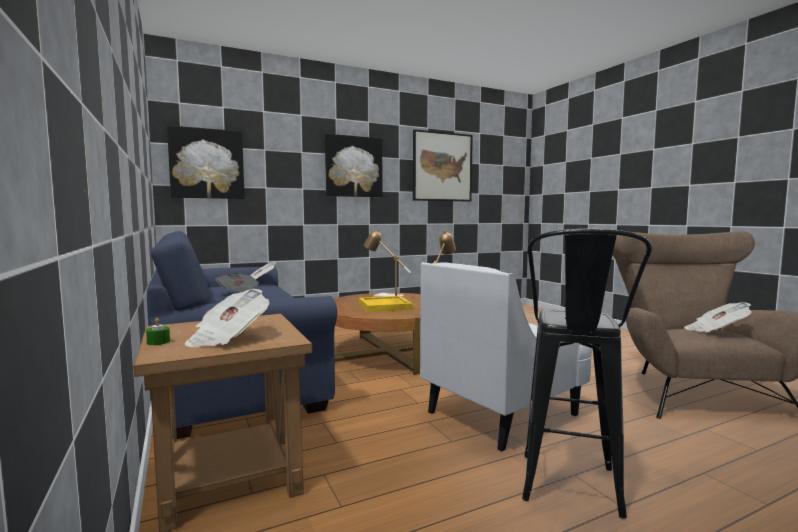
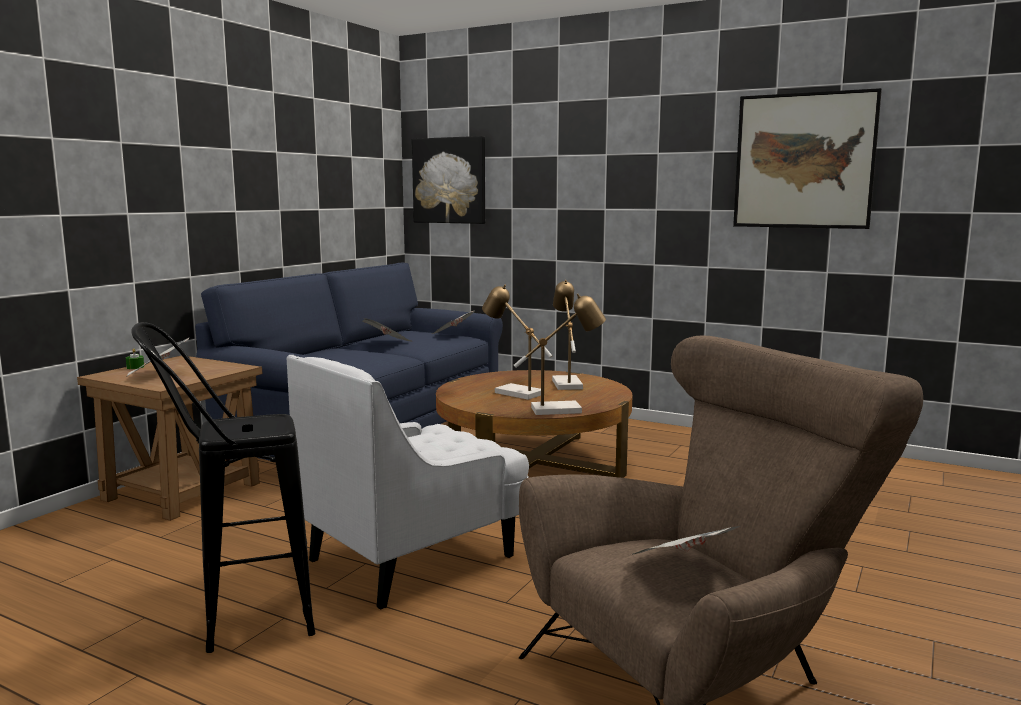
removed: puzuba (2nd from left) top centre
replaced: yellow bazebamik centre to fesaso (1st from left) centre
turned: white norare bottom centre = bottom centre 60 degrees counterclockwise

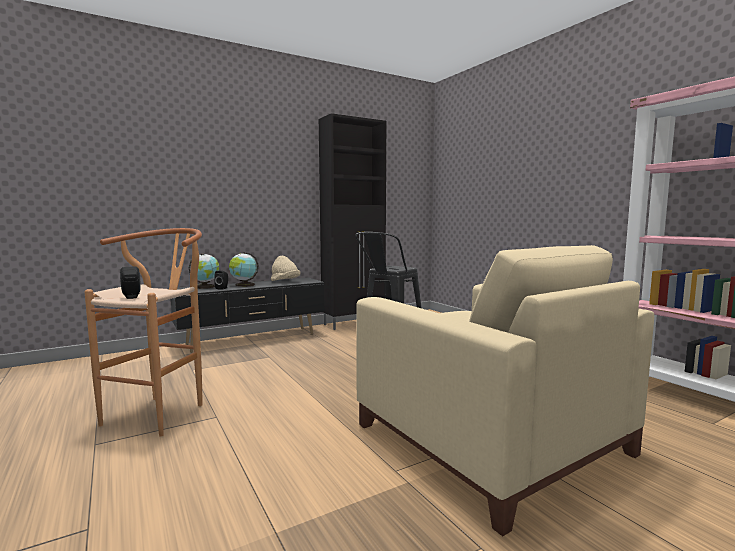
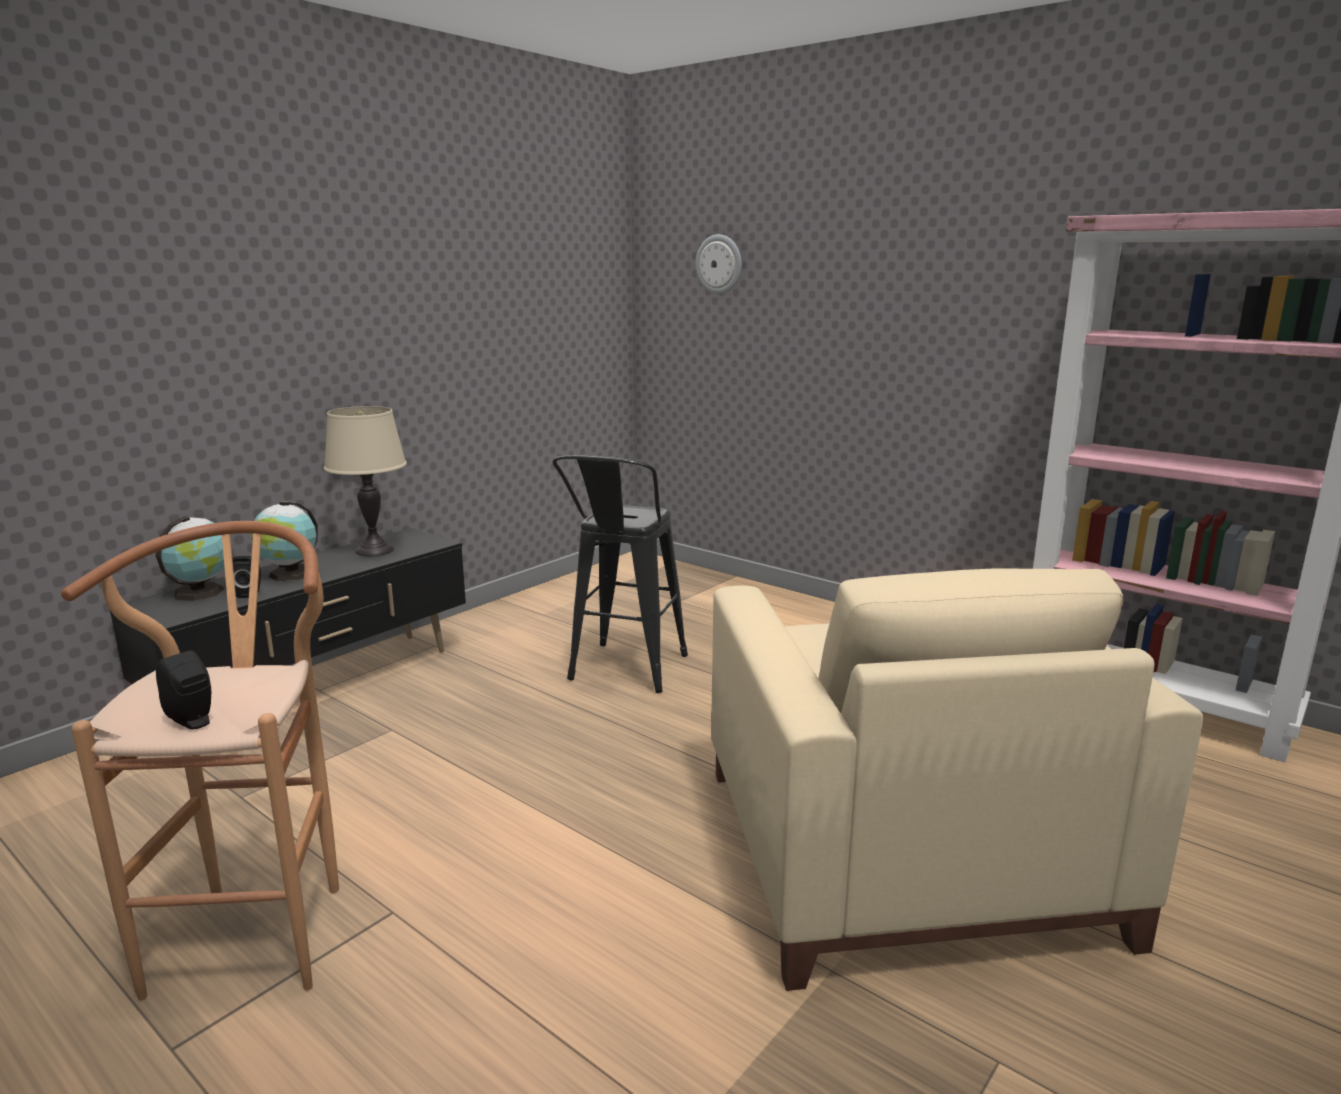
removed: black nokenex centre
added: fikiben top centre
replaced: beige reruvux centre to beige fesaso middle left
turned: beige norare bottom right = bottom right 45 degrees clockwise

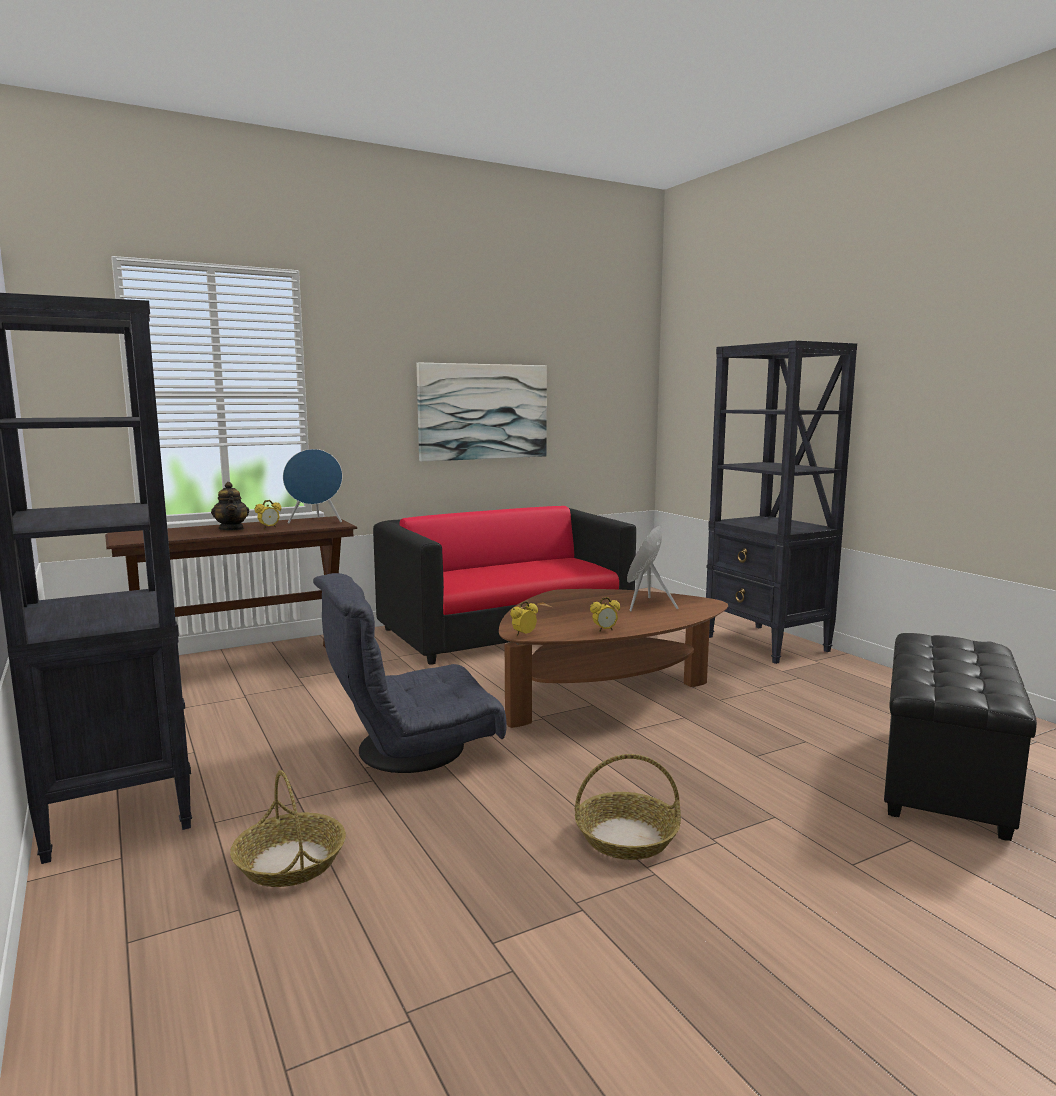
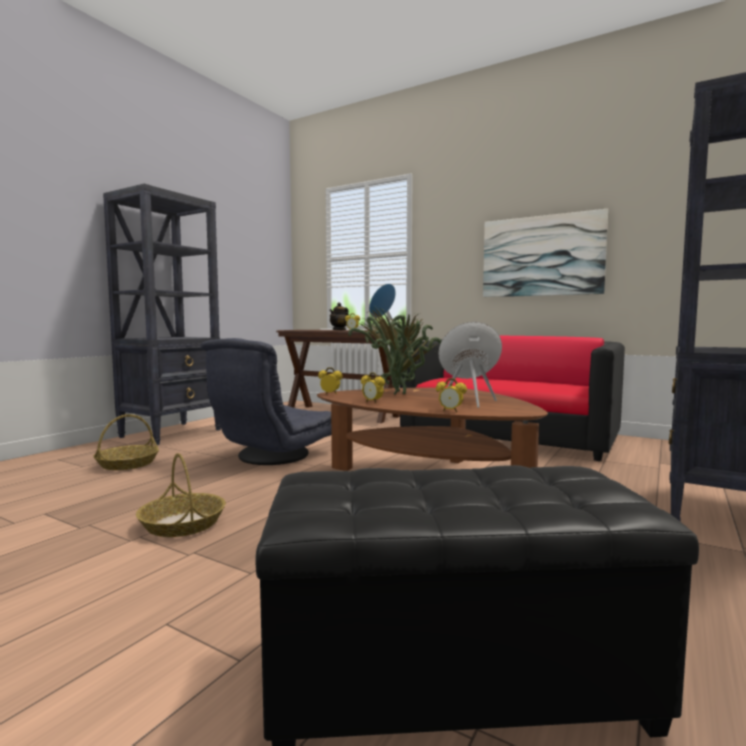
added: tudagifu centre; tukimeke (4th from left) centre
turned: grey norare centre = centre 90 degrees counterclockwise

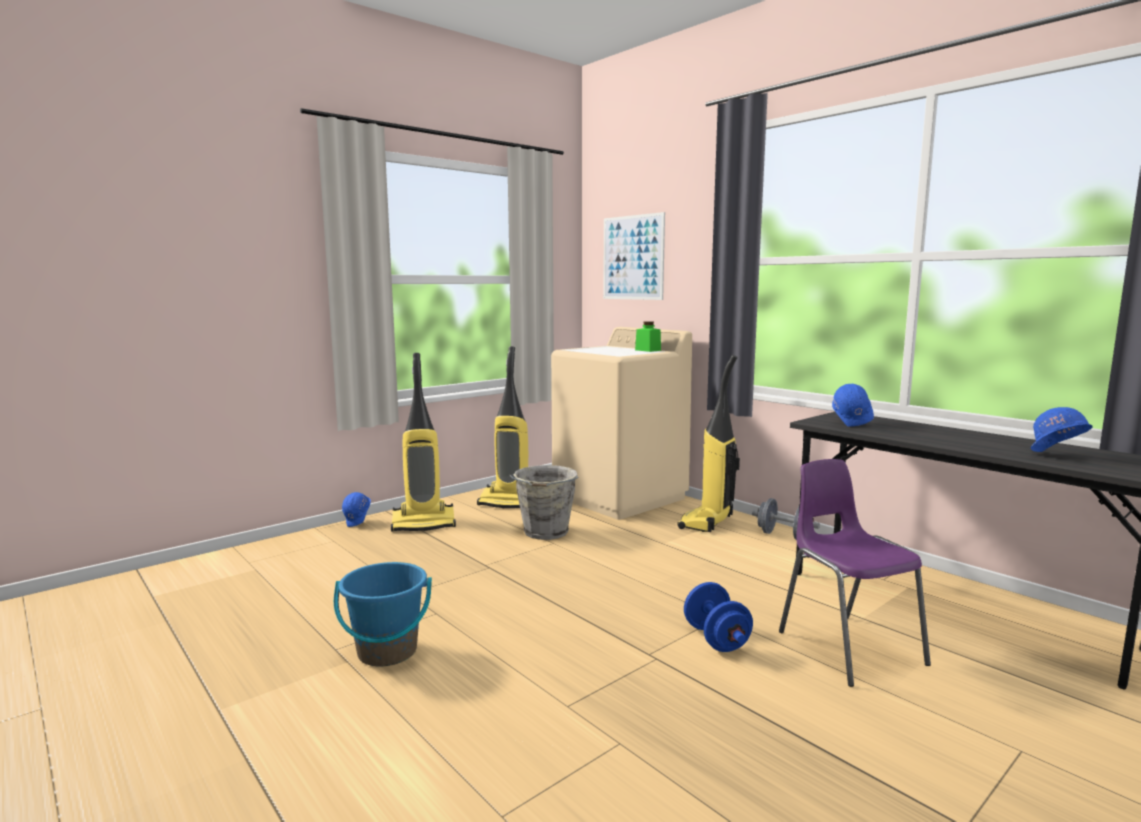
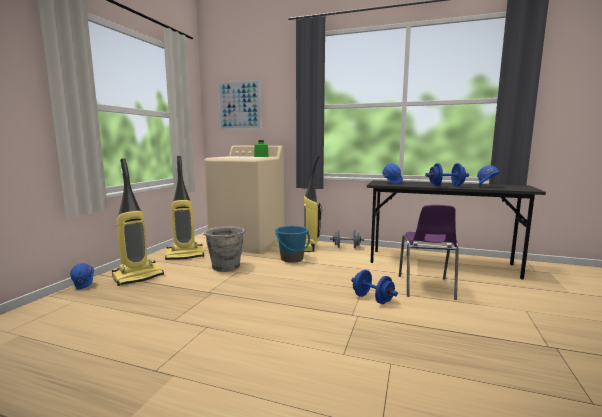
added: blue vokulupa (2nd from left) middle right
moved: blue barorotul bottom centre to centre
turned: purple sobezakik bottom right = middle right 120 degrees counterclockwise

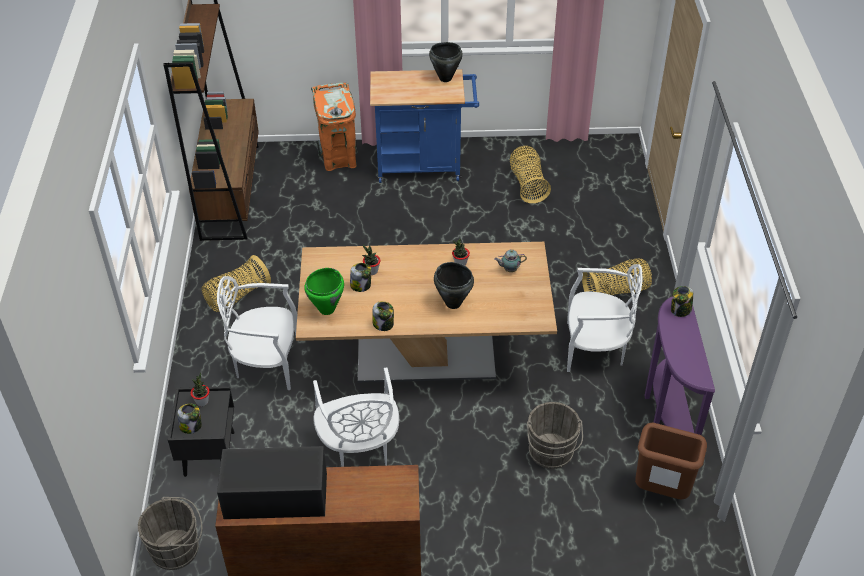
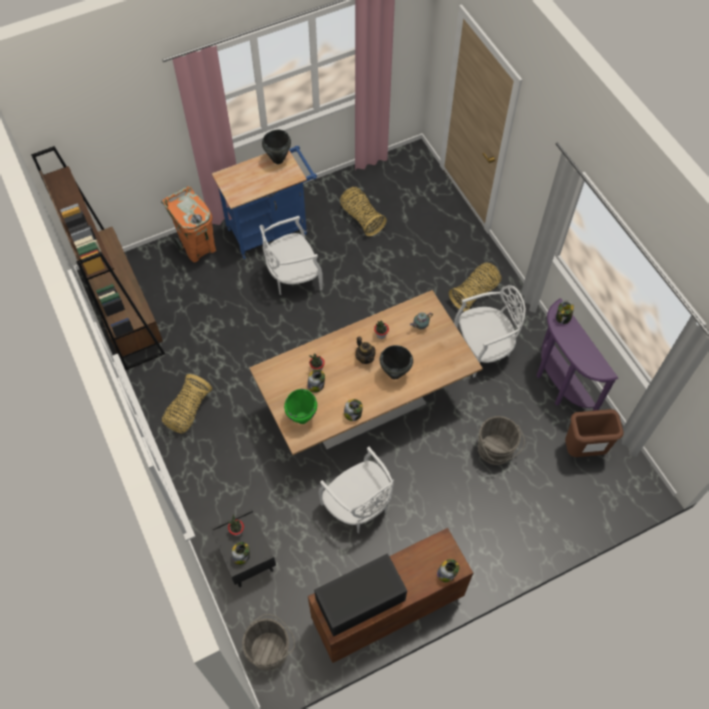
added: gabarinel (1st from left) centre; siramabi (4th from left) bottom centre
moved: white sobezakik (1st from left) middle left to centre

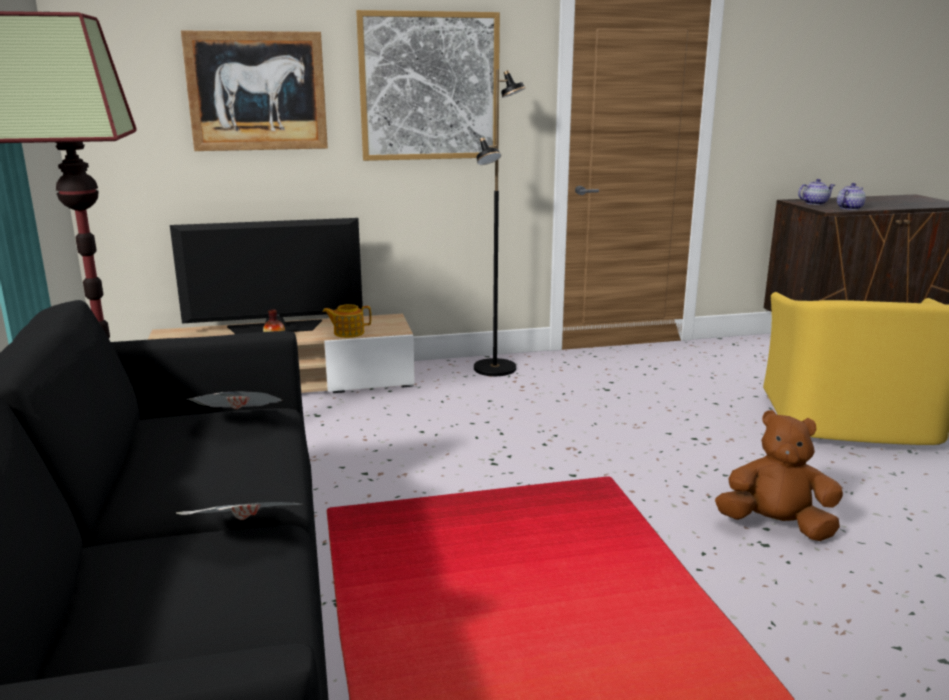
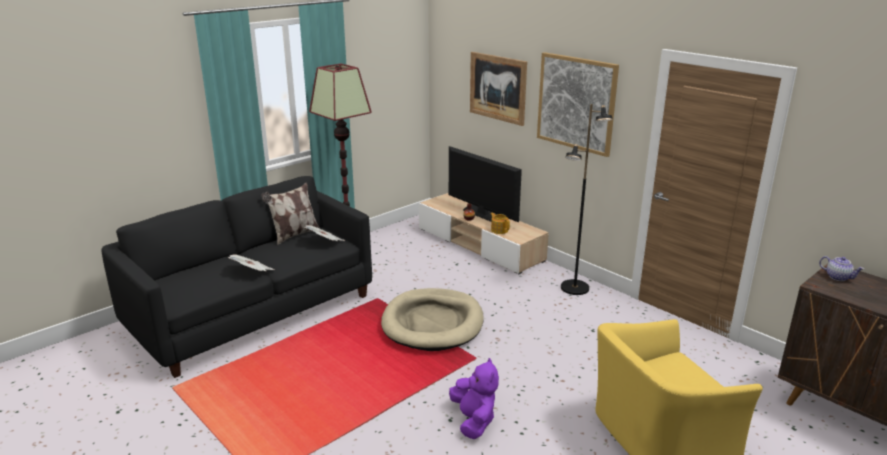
removed: gabarinel (3rd from left) top right
added: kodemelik middle left; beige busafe bottom centre
recoloured: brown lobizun bottom right to purple lobizun bottom centre

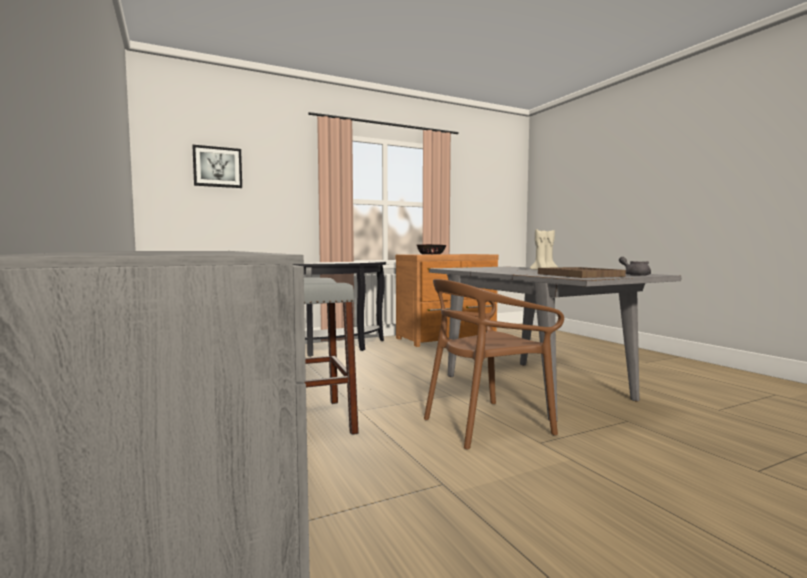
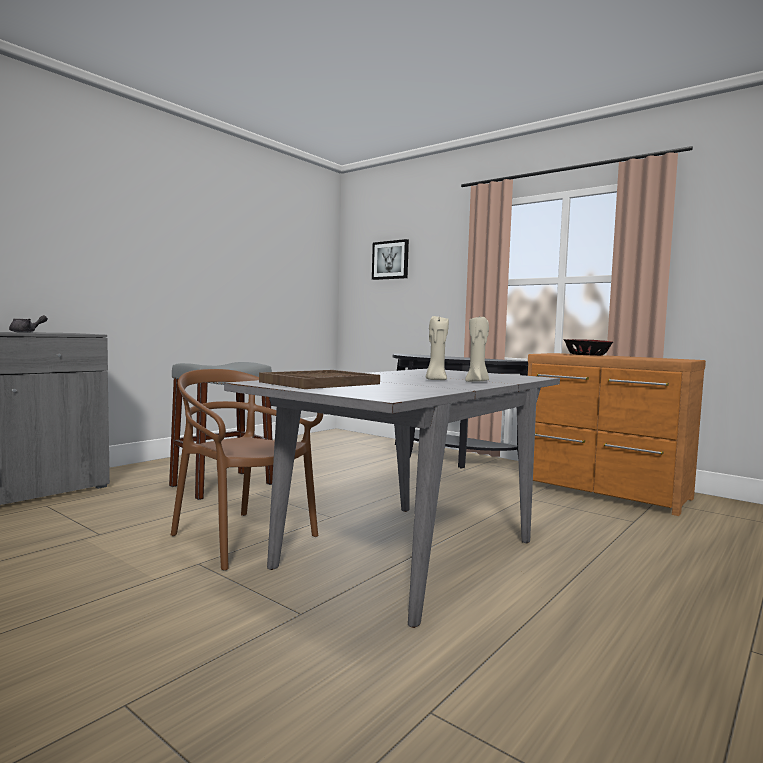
moved: grey gabarinel middle right to middle left

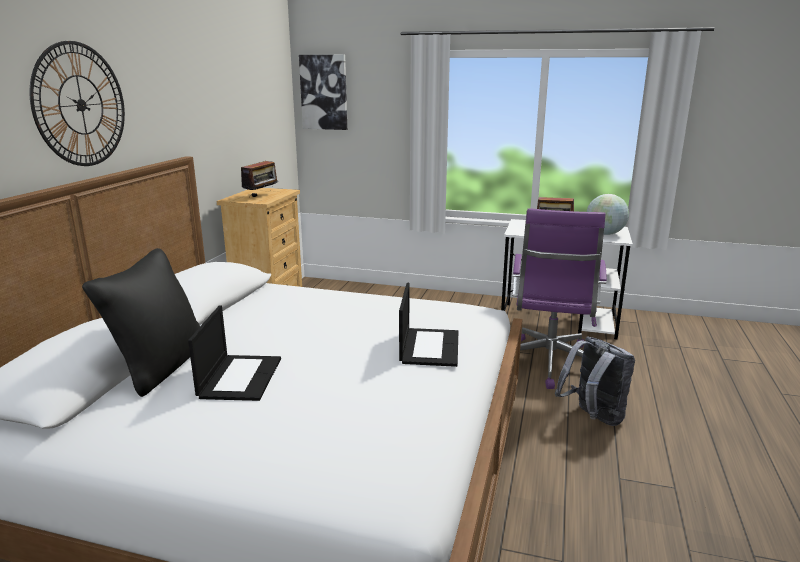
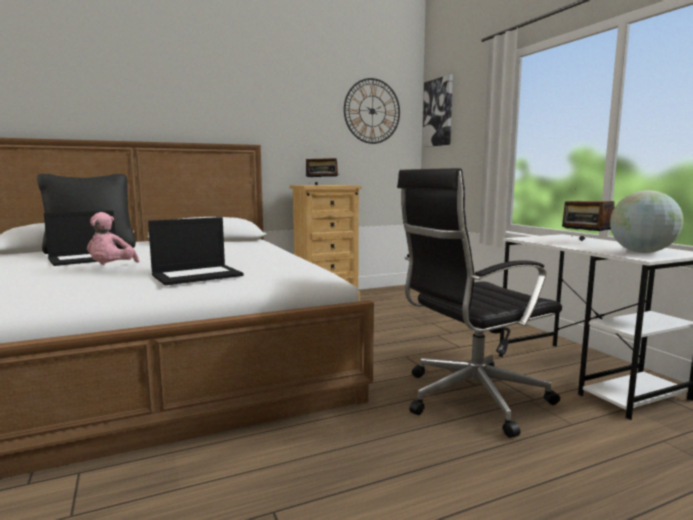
removed: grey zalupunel bottom right
added: pink lobizun middle left
moved: fikiben top left to top centre
recoloured: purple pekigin middle right to black pekigin middle right

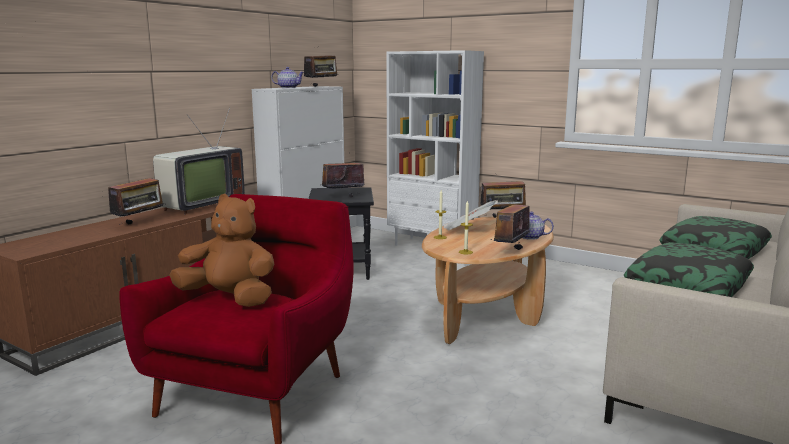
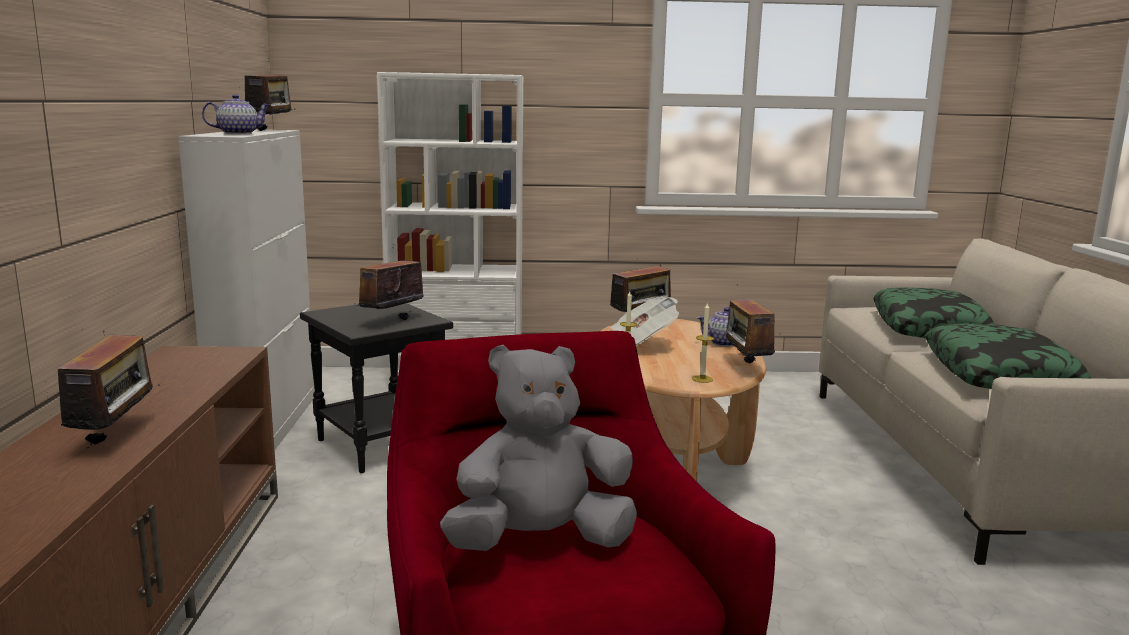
removed: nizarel middle left
recoloured: brown lobizun middle left to grey lobizun bottom centre

